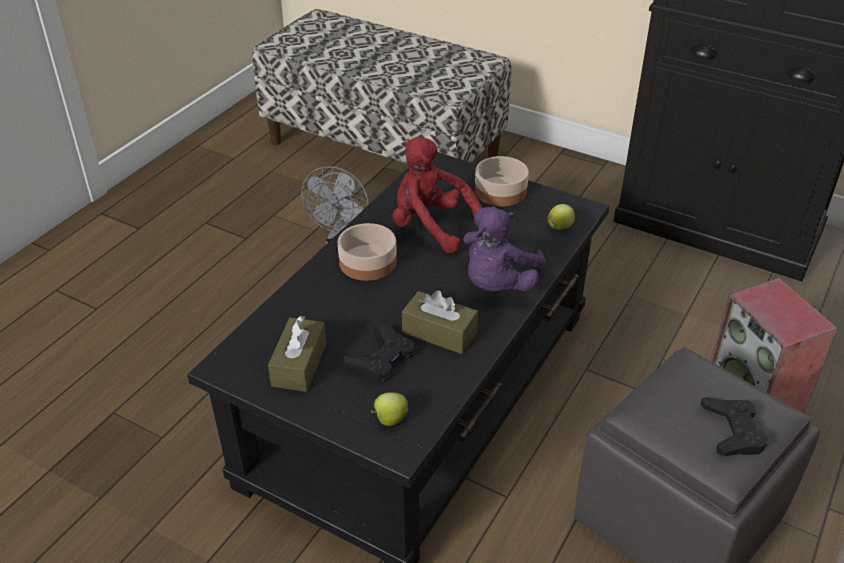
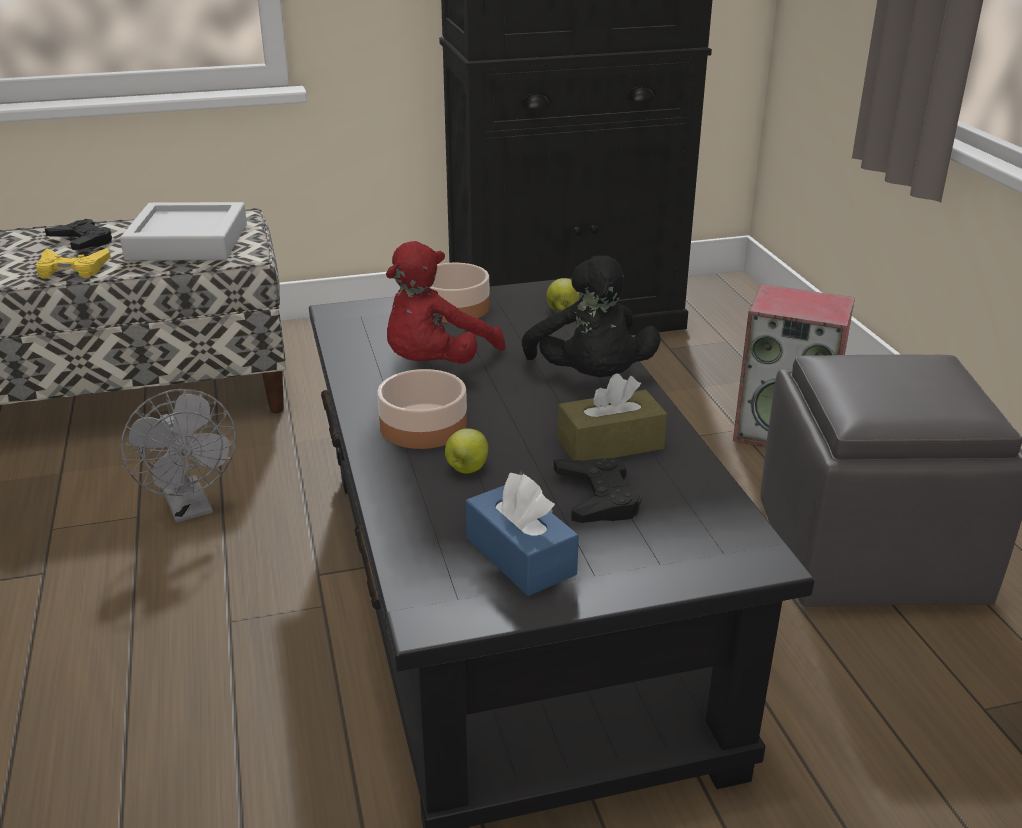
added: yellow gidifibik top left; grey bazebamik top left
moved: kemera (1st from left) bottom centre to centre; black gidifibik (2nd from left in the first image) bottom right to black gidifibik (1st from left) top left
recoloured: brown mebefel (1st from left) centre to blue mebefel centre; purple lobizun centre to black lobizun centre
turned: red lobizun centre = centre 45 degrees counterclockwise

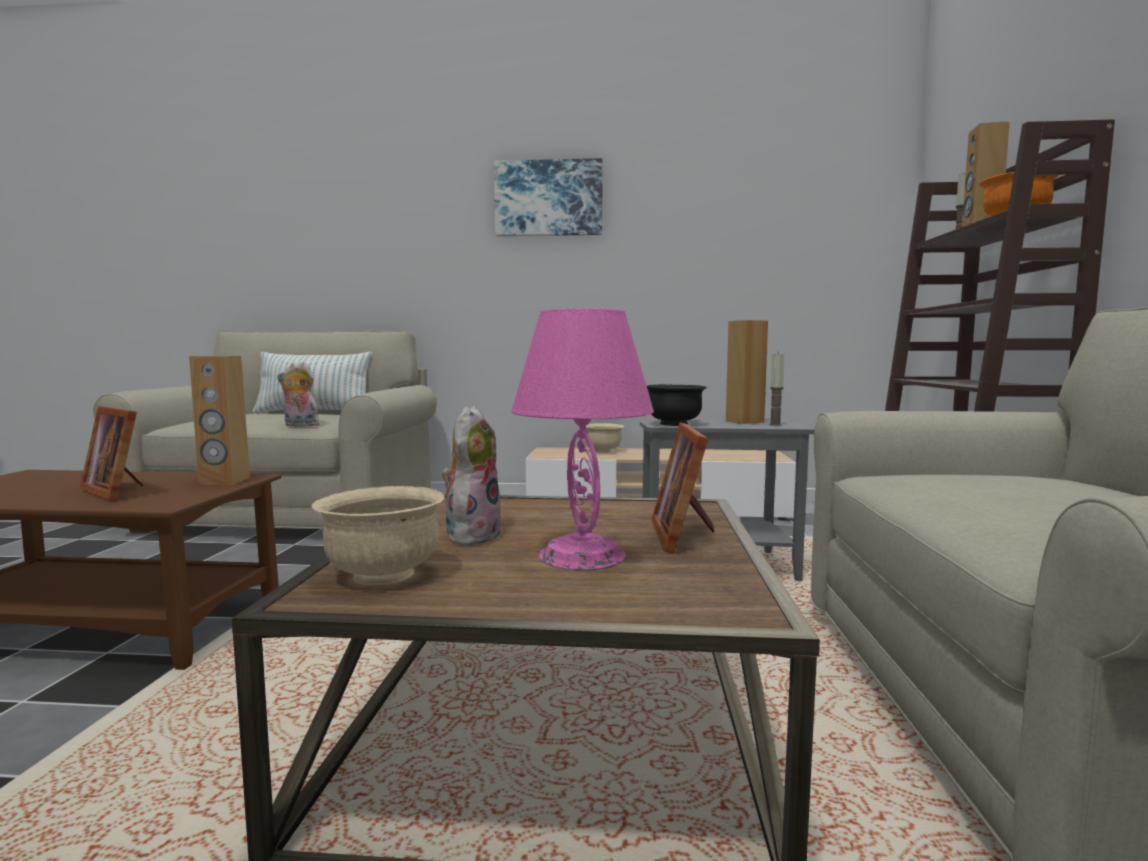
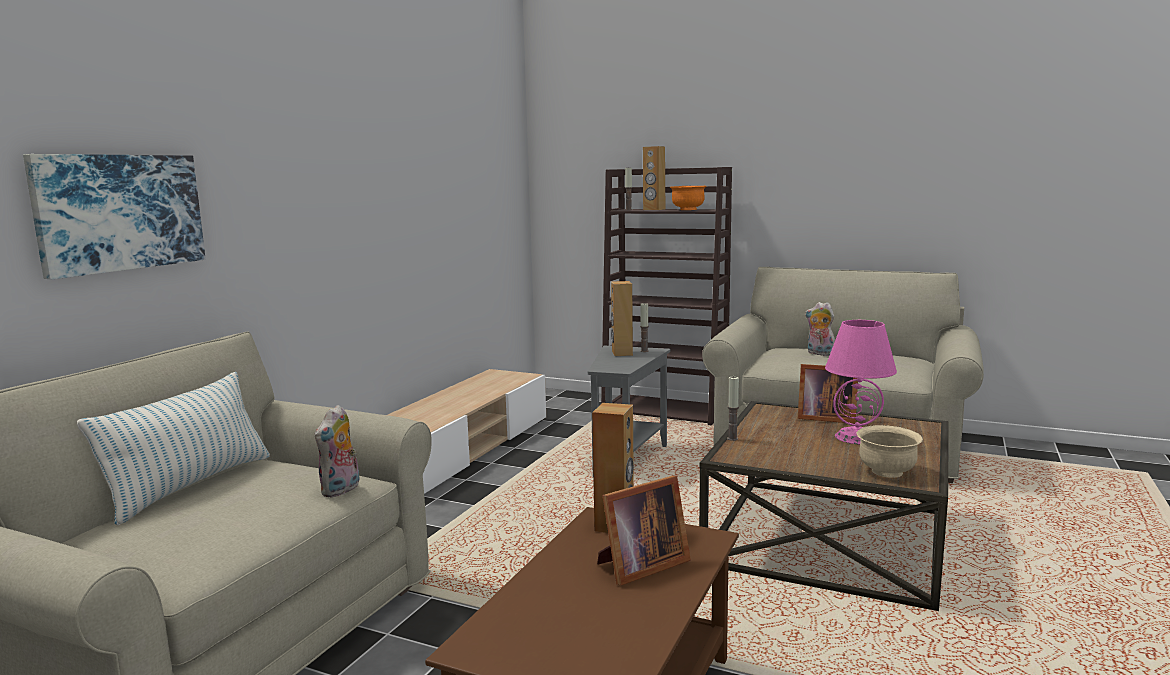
removed: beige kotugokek (2nd from left) centre; black kotugokek centre
added: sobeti (3rd from left) centre
moved: lobizun (2nd from left) centre to middle right; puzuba top centre to top left

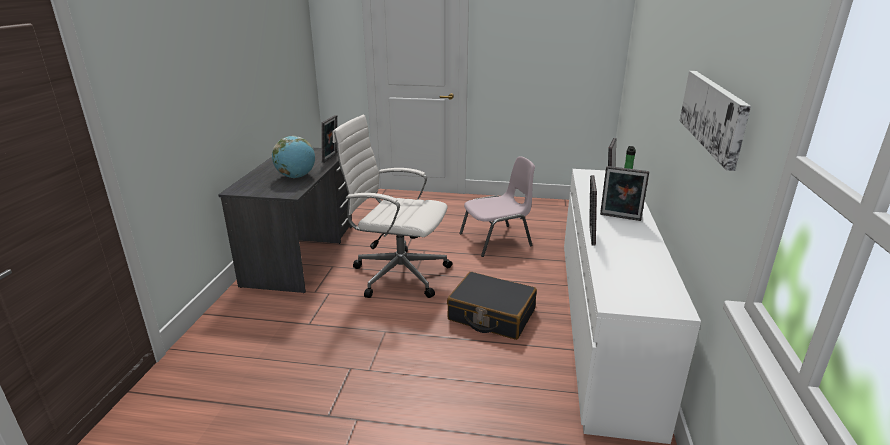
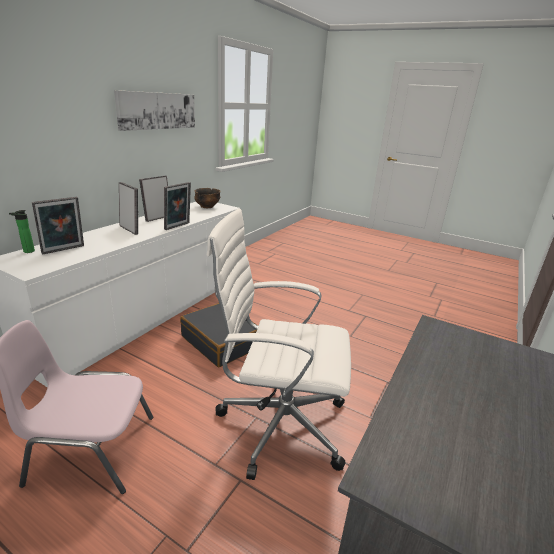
removed: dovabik middle left
added: kotugokek centre
moved: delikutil (1st from left in the first image) top centre to delikutil (3rd from left) middle left
turned: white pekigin centre = centre 150 degrees clockwise

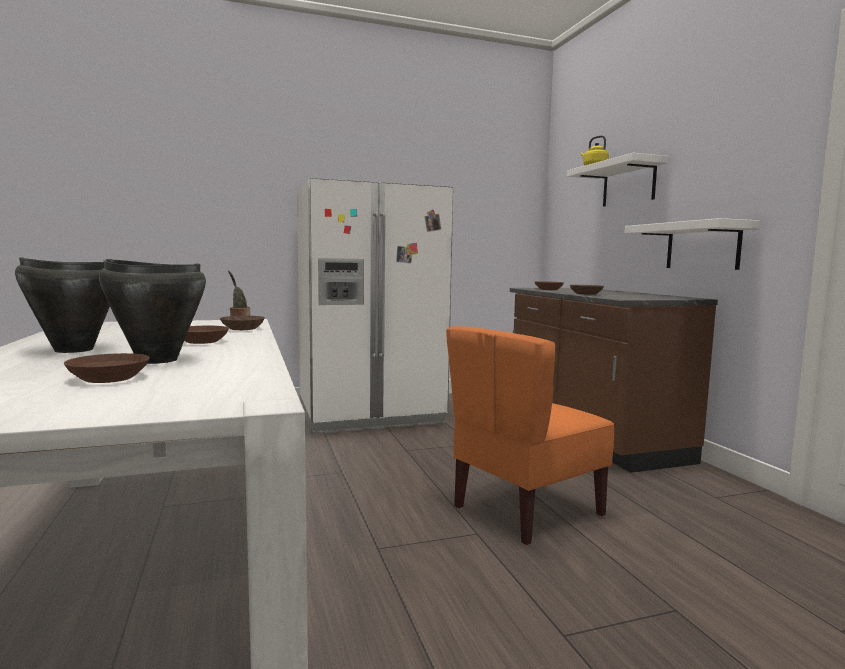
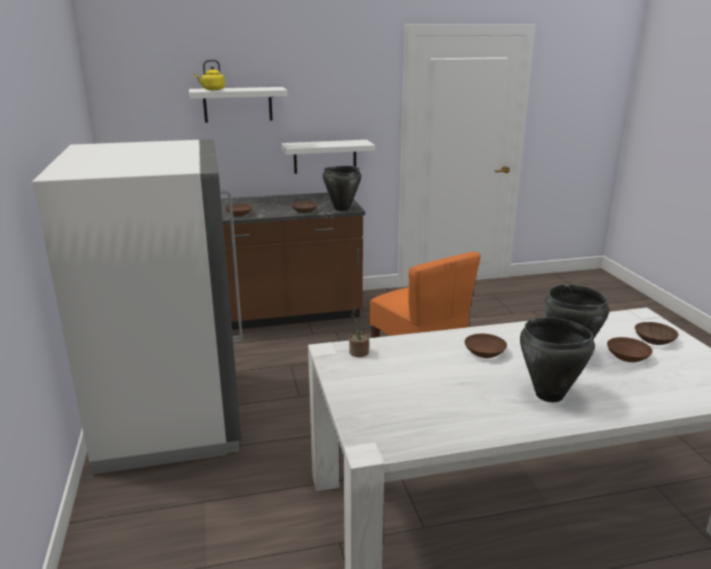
added: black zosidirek (1st from left) top centre
moved: brown kotugokek (3rd from left in the first image) middle left to brown kotugokek (5th from left) middle right

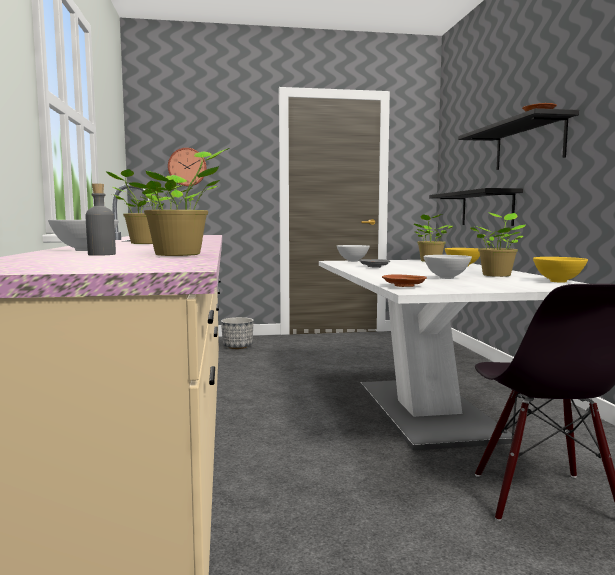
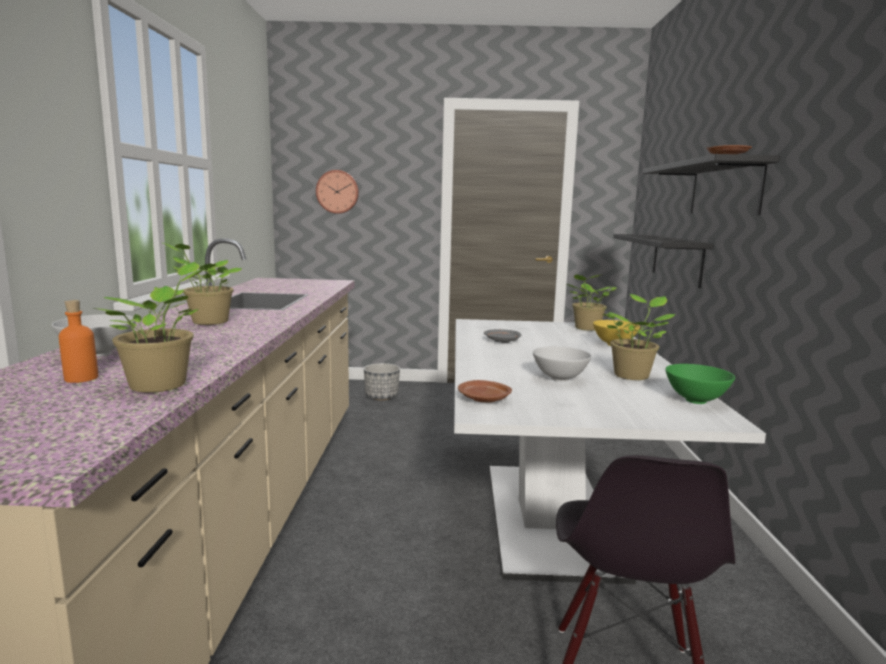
removed: white kotugokek (2nd from left) centre
recoloured: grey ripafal middle left to orange ripafal middle left; yellow kotugokek (2nd from left) middle right to green kotugokek middle right

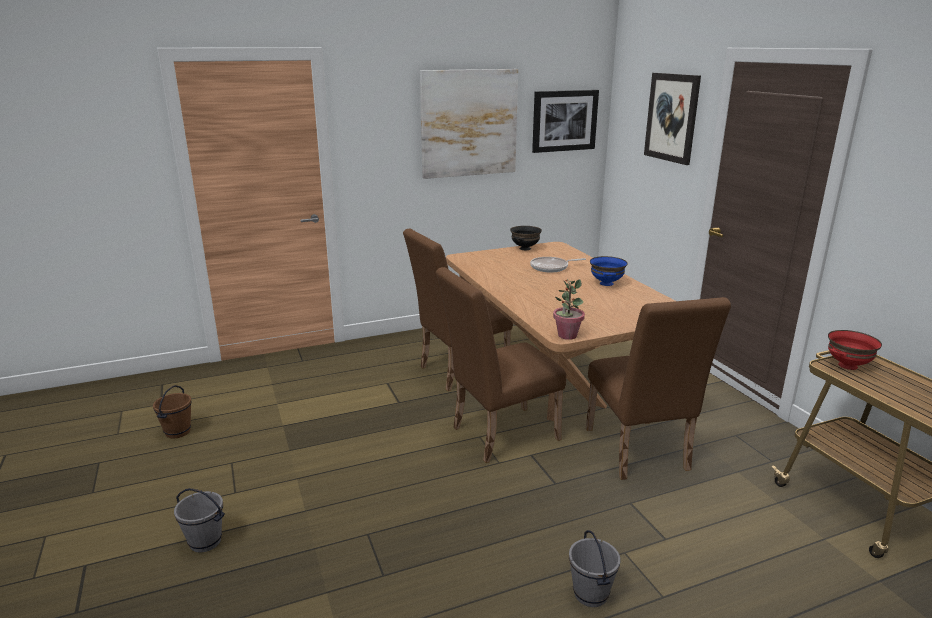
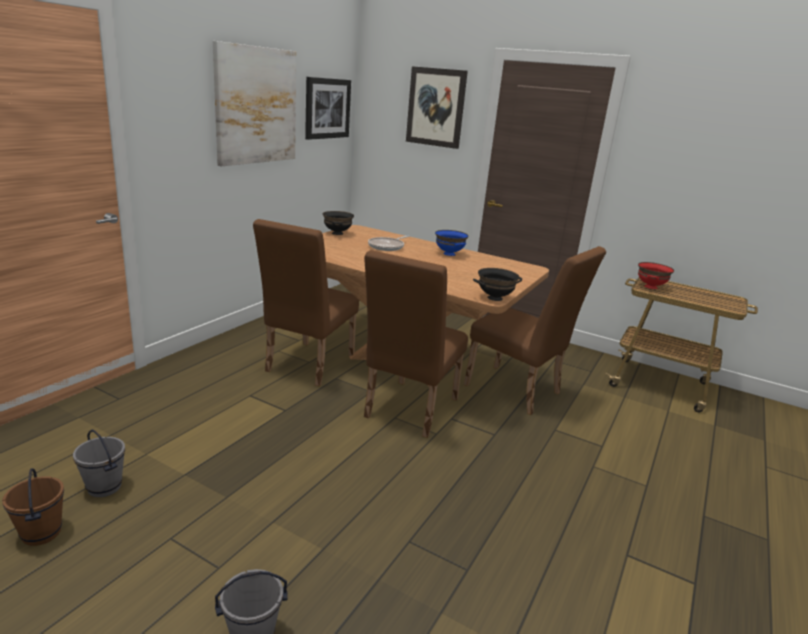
moved: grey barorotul (2nd from left in the first image) bottom centre to grey barorotul (1st from left) bottom left
replaced: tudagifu centre to black kotugokek (2nd from left) centre

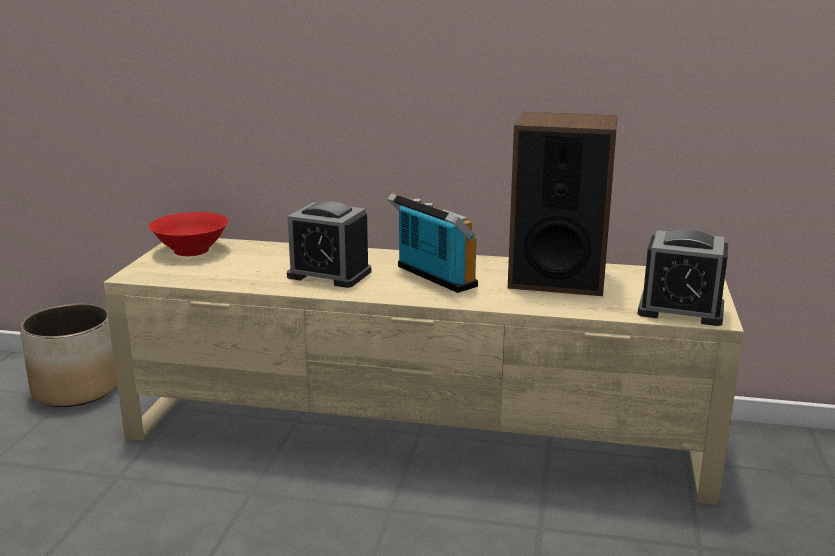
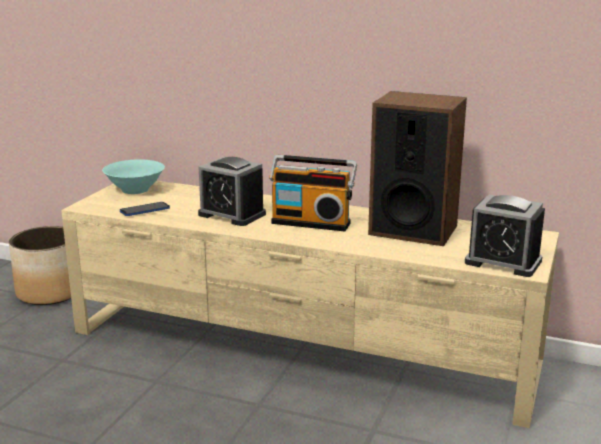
added: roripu middle left
recoloured: red kotugokek middle left to turquoise kotugokek middle left
turned: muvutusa centre = centre 135 degrees clockwise

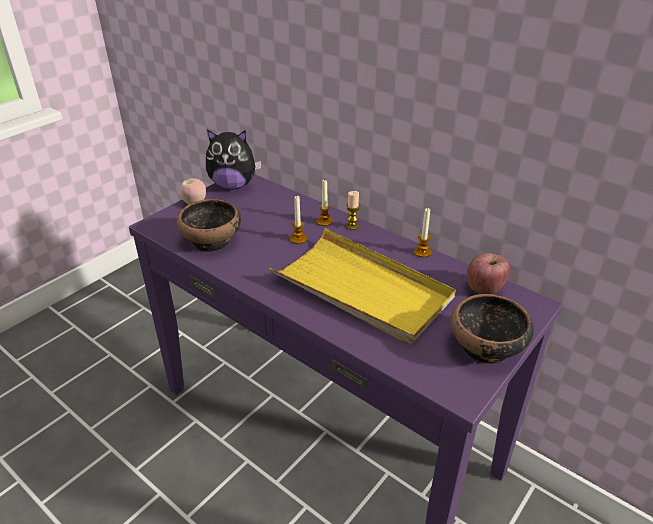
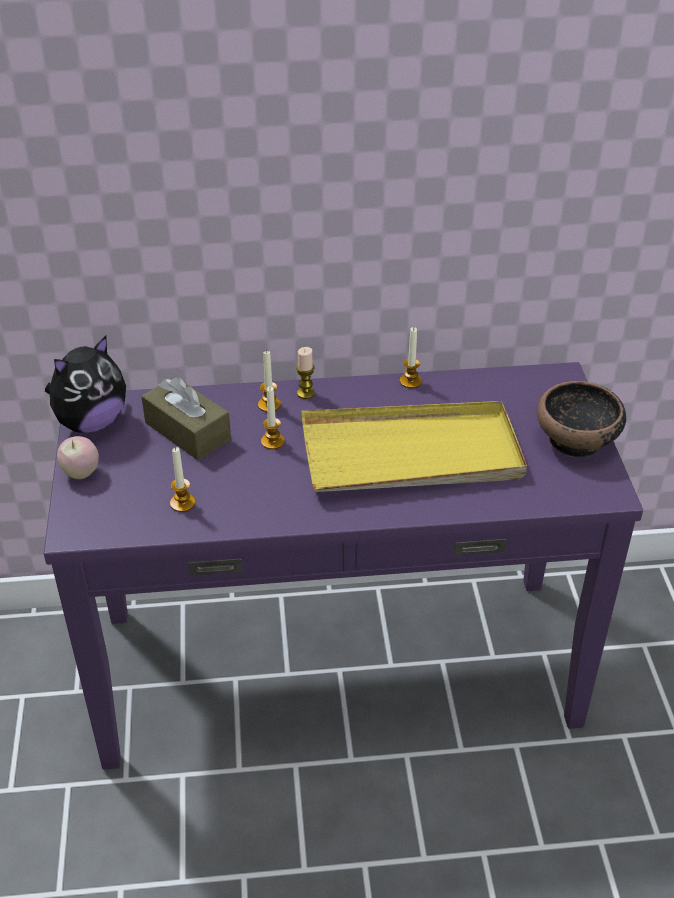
removed: kemera (2nd from left) middle right
added: brown mebefel middle left
replaced: kotugokek (1st from left) middle left to sobeti (1st from left) middle left

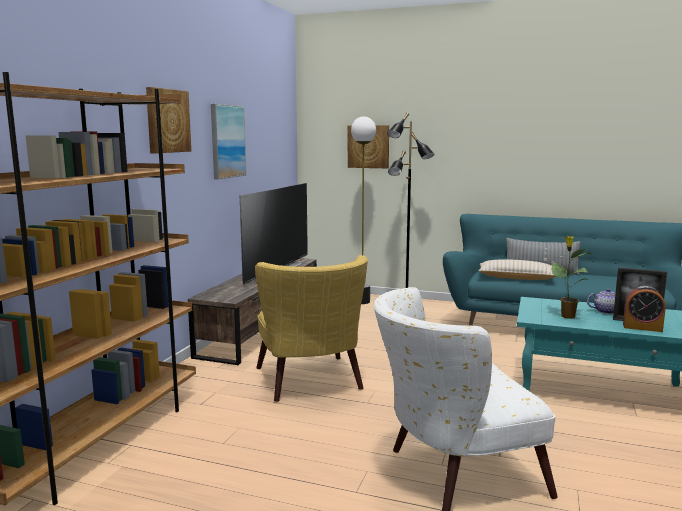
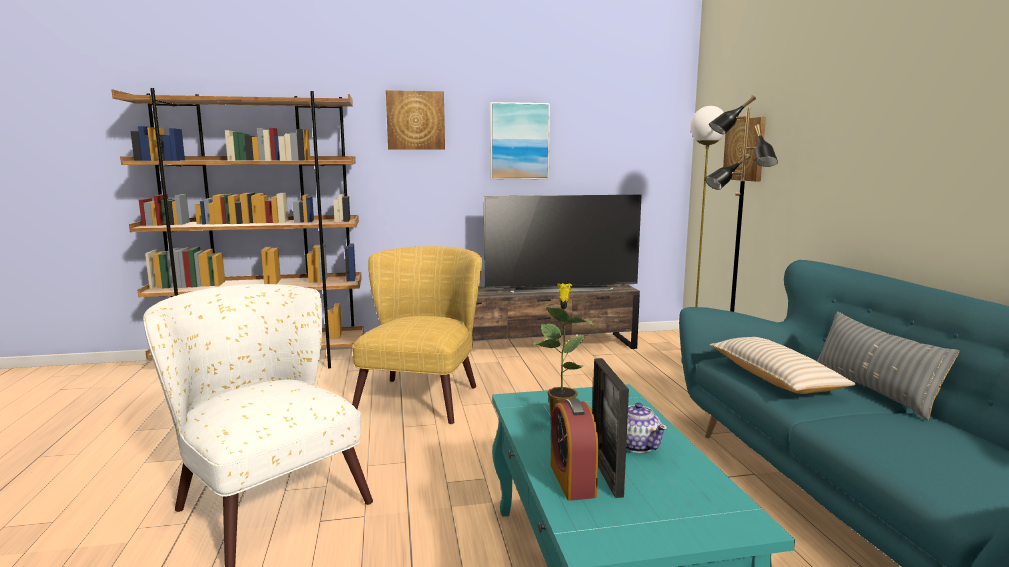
turned: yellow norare centre = centre 150 degrees clockwise

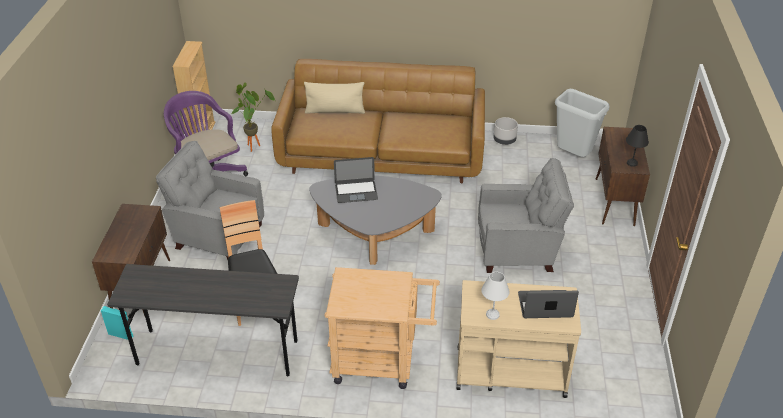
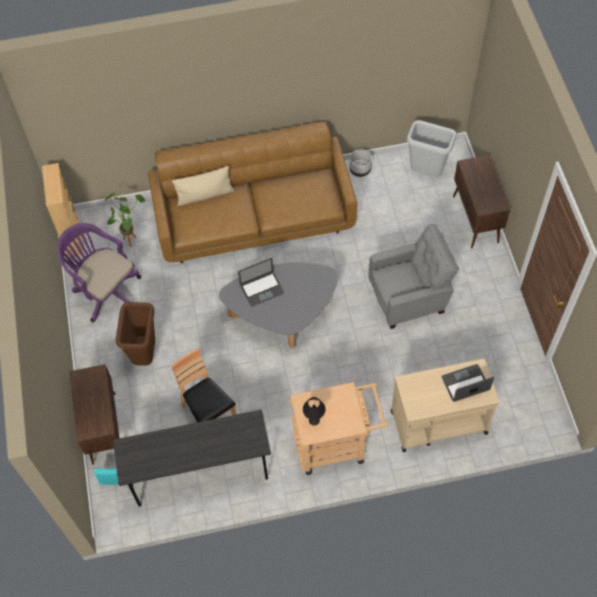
removed: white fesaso bottom centre
moved: black fesaso middle right to bottom centre
replaced: grey norare (1st from left) middle left to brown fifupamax middle left

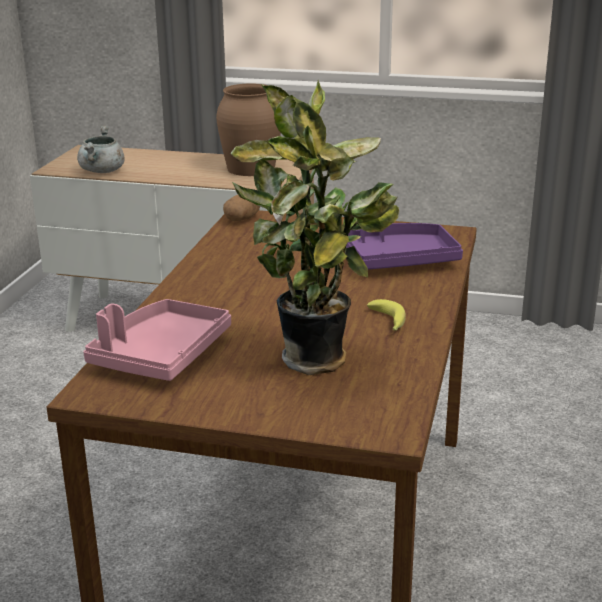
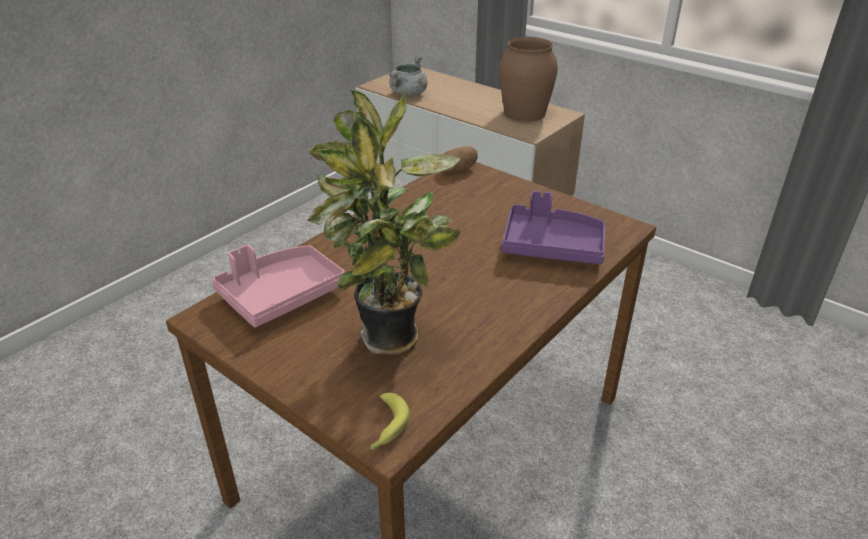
moved: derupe centre to bottom centre

